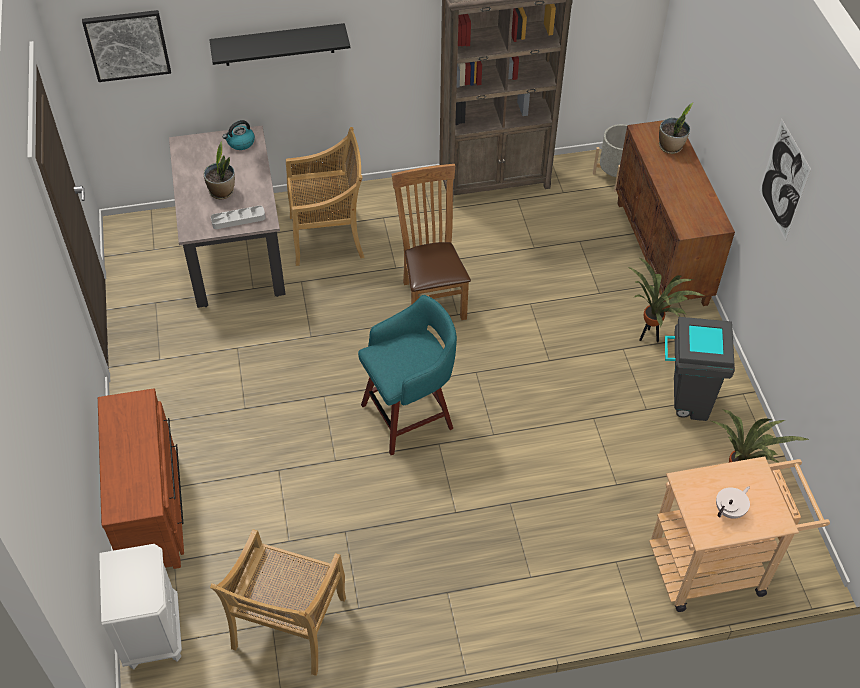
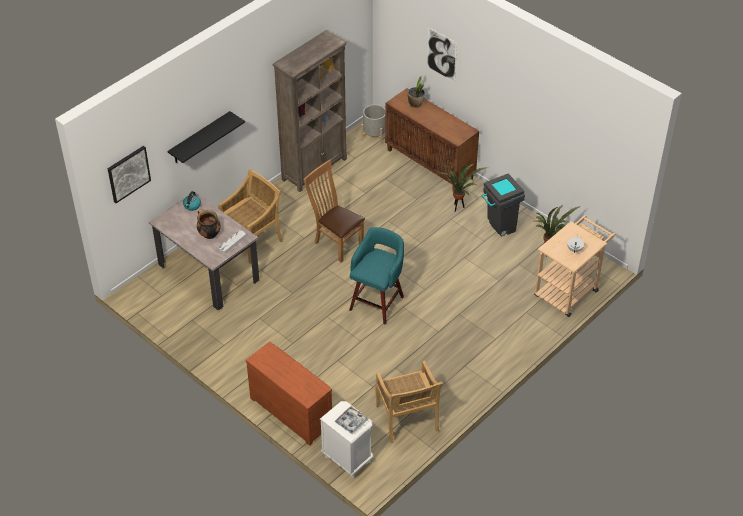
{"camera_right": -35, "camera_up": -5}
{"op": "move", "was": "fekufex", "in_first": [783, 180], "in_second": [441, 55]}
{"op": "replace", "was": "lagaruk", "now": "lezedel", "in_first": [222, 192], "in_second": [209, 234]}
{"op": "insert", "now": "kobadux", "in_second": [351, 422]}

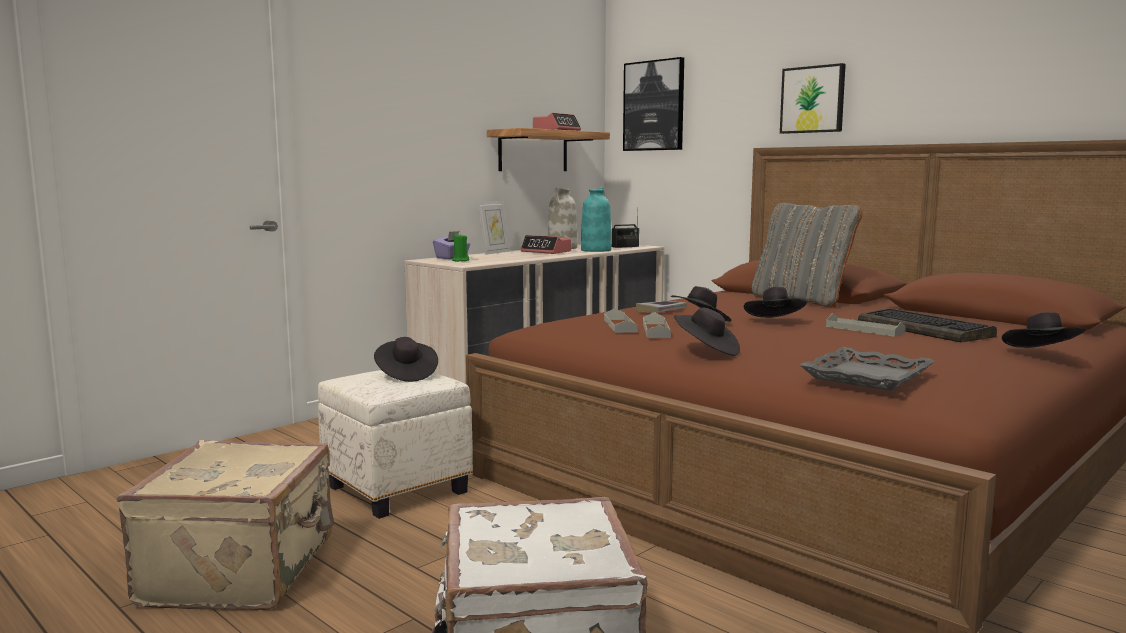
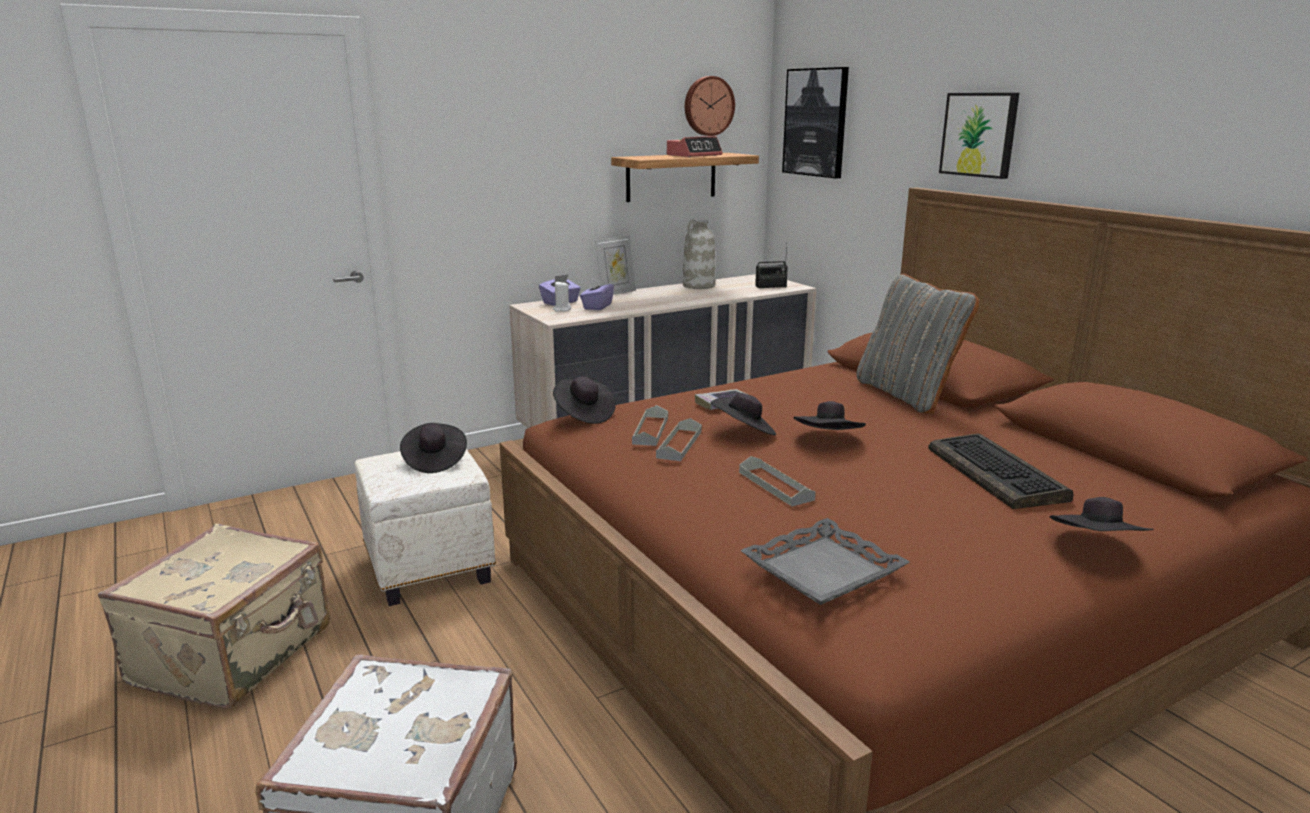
{"camera_right": 15, "camera_up": 10}
{"op": "delete", "was": "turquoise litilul", "in_first": [596, 250]}
{"op": "recolor", "was": "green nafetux", "now": "white nafetux", "in_first": [460, 260], "in_second": [562, 309]}
{"op": "delete", "was": "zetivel", "in_first": [546, 252]}
{"op": "move", "was": "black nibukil", "in_first": [706, 350], "in_second": [584, 414]}
{"op": "move", "was": "grey kobadux", "in_first": [864, 330], "in_second": [775, 486]}
{"op": "insert", "now": "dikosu", "in_second": [708, 106]}
{"op": "insert", "now": "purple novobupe", "in_second": [597, 306]}

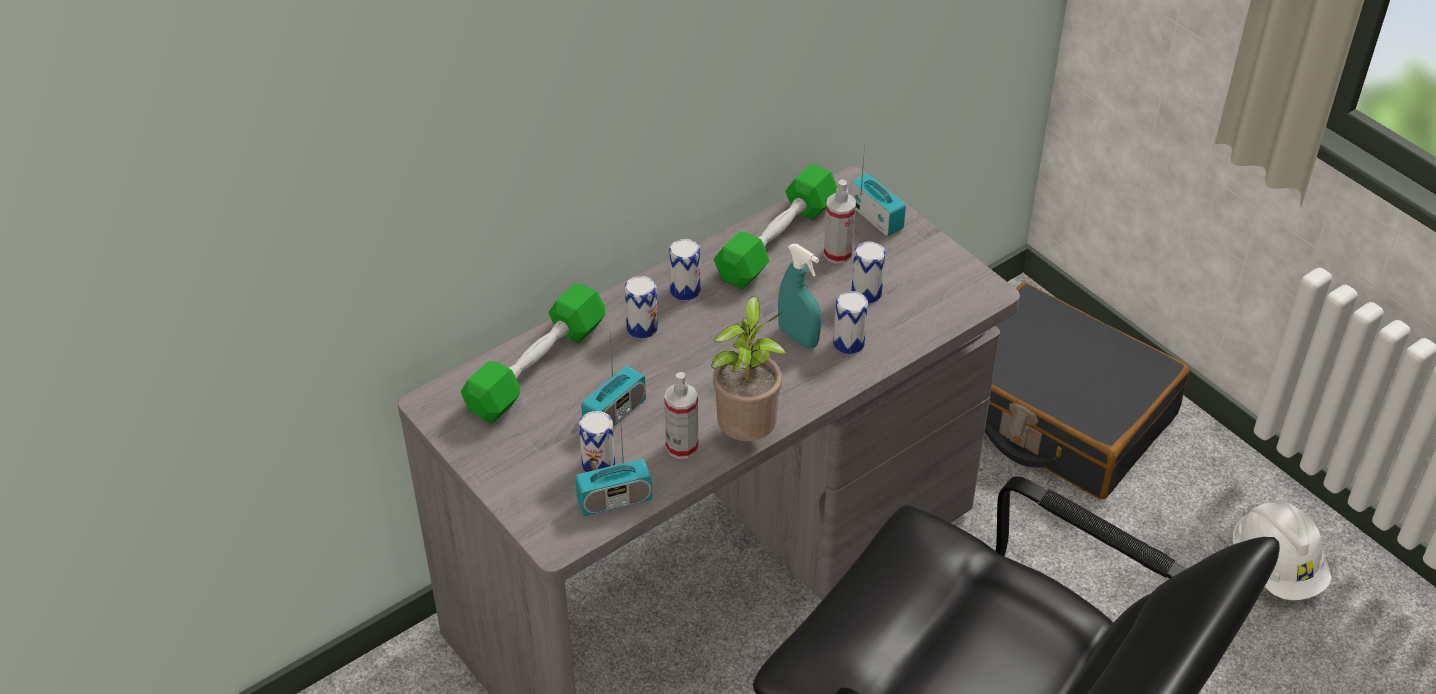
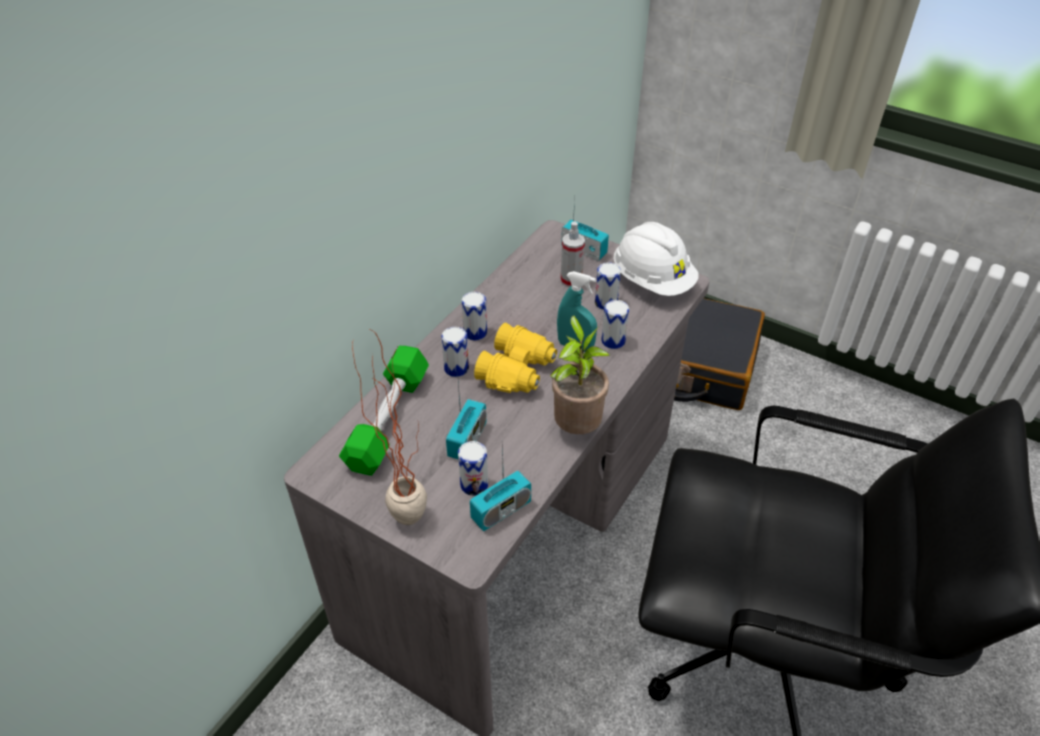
{"camera_right": -20, "camera_up": 0}
{"op": "delete", "was": "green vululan", "in_first": [777, 241]}
{"op": "delete", "was": "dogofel", "in_first": [682, 447]}
{"op": "move", "was": "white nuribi", "in_first": [1275, 568], "in_second": [652, 280]}
{"op": "insert", "now": "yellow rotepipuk", "in_second": [518, 371]}
{"op": "insert", "now": "lagaruk", "in_second": [405, 507]}

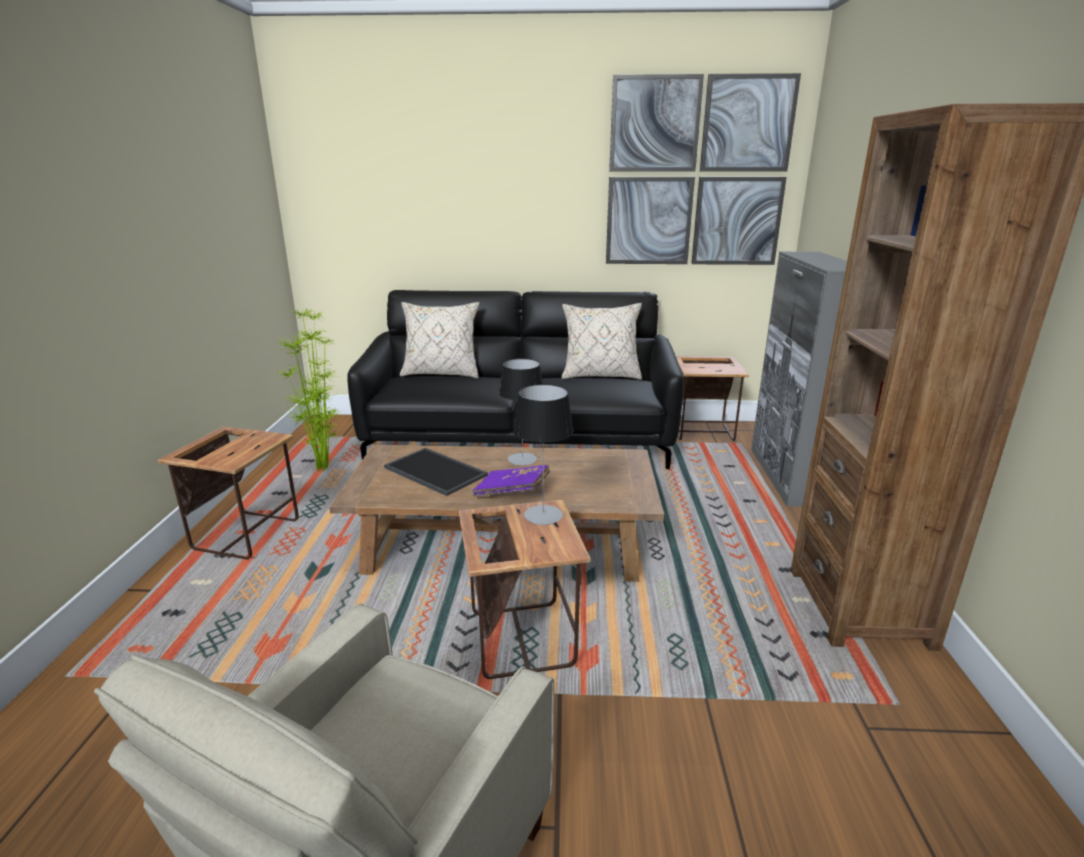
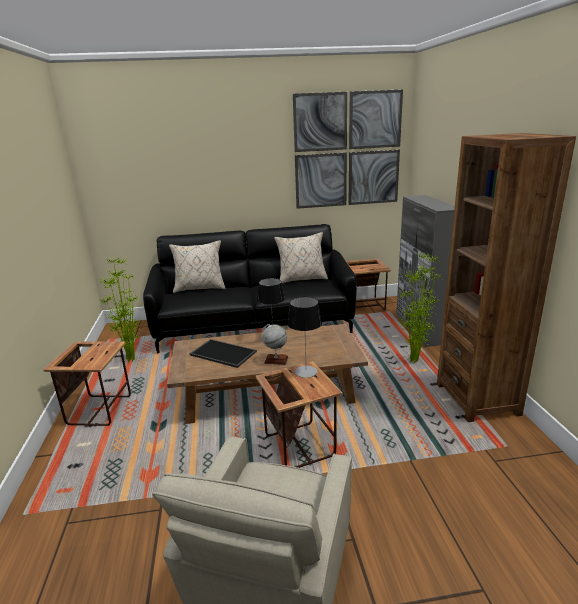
{"camera_right": -10, "camera_up": 0}
{"op": "replace", "was": "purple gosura", "now": "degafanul", "in_first": [512, 492], "in_second": [276, 360]}
{"op": "insert", "now": "lagaruk", "in_second": [415, 361]}

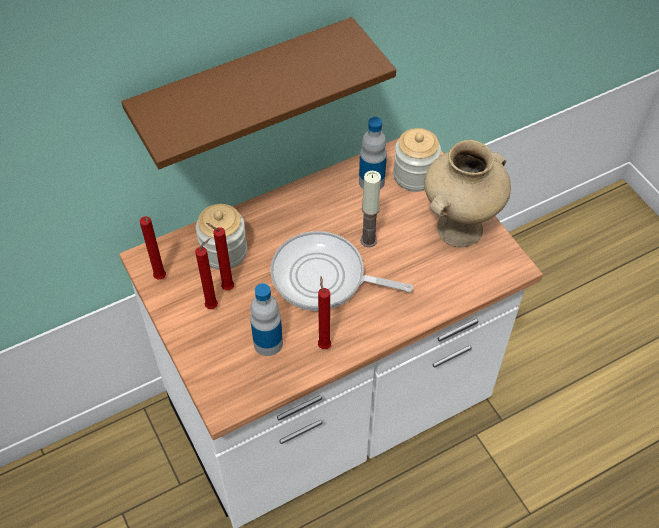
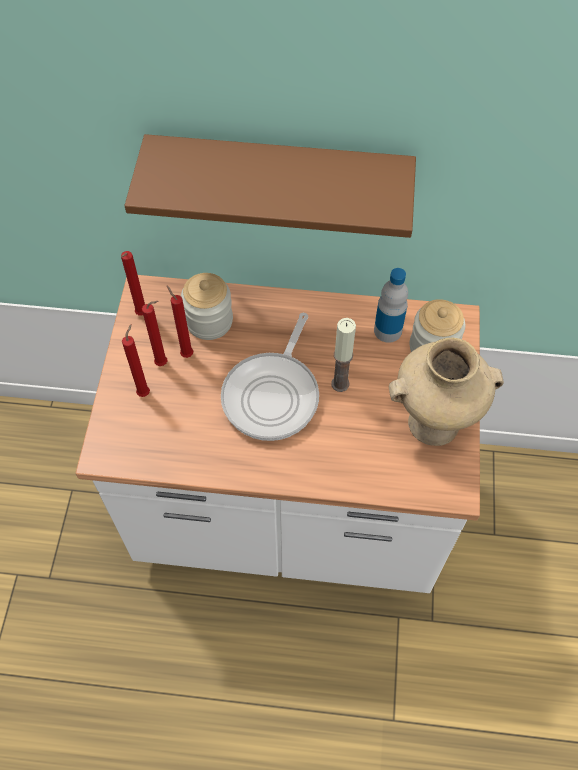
{"camera_right": 35, "camera_up": 5}
{"op": "rotate", "was": "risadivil", "in_first": [324, 277], "in_second": [273, 394], "clockwise": -120}
{"op": "move", "was": "red nafetux", "in_first": [324, 344], "in_second": [145, 392]}
{"op": "delete", "was": "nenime", "in_first": [268, 343]}

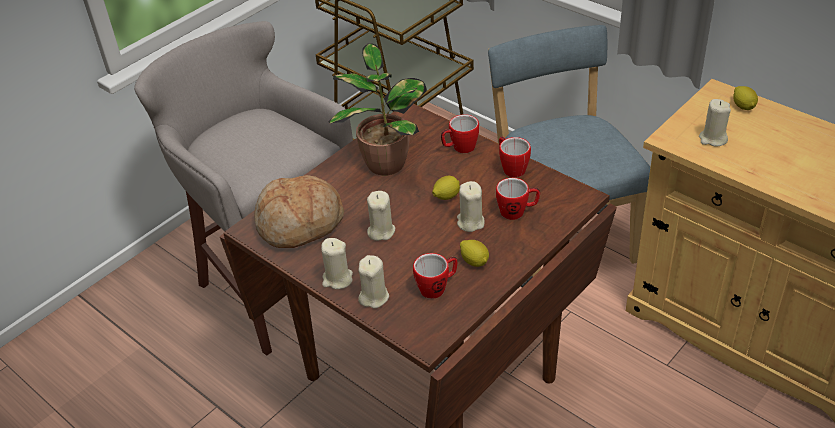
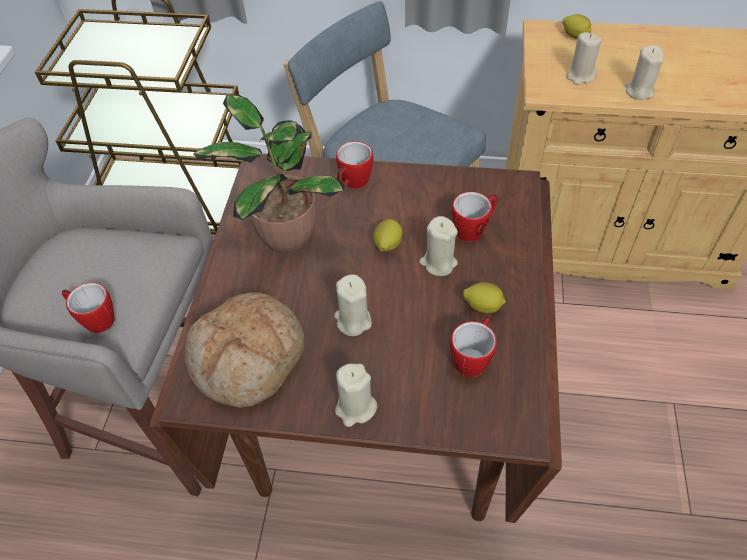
{"camera_right": -35, "camera_up": 10}
{"op": "move", "was": "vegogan", "in_first": [511, 167], "in_second": [95, 319]}
{"op": "move", "was": "beige nafetux", "in_first": [374, 297], "in_second": [639, 91]}

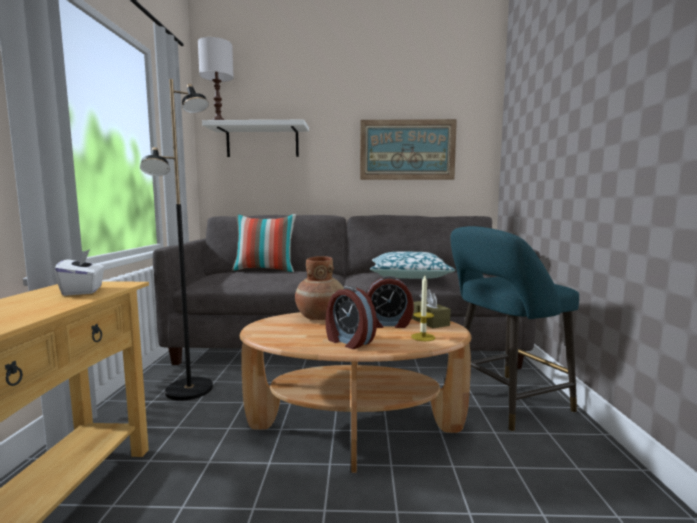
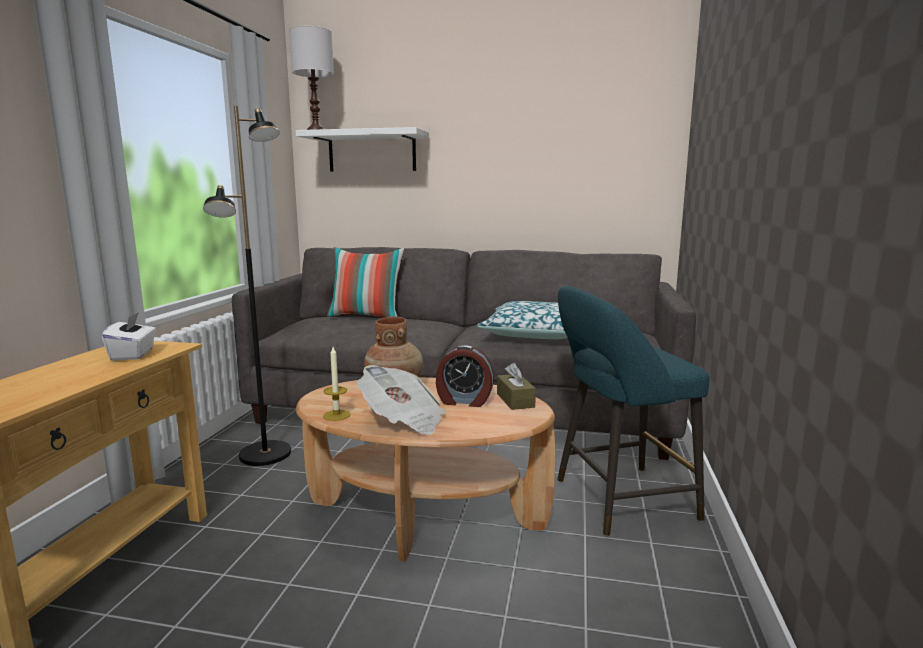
{"camera_right": 10, "camera_up": 5}
{"op": "delete", "was": "fekufex", "in_first": [407, 150]}
{"op": "move", "was": "nafetux", "in_first": [423, 337], "in_second": [336, 415]}
{"op": "replace", "was": "zetivel", "now": "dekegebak", "in_first": [348, 341], "in_second": [403, 421]}

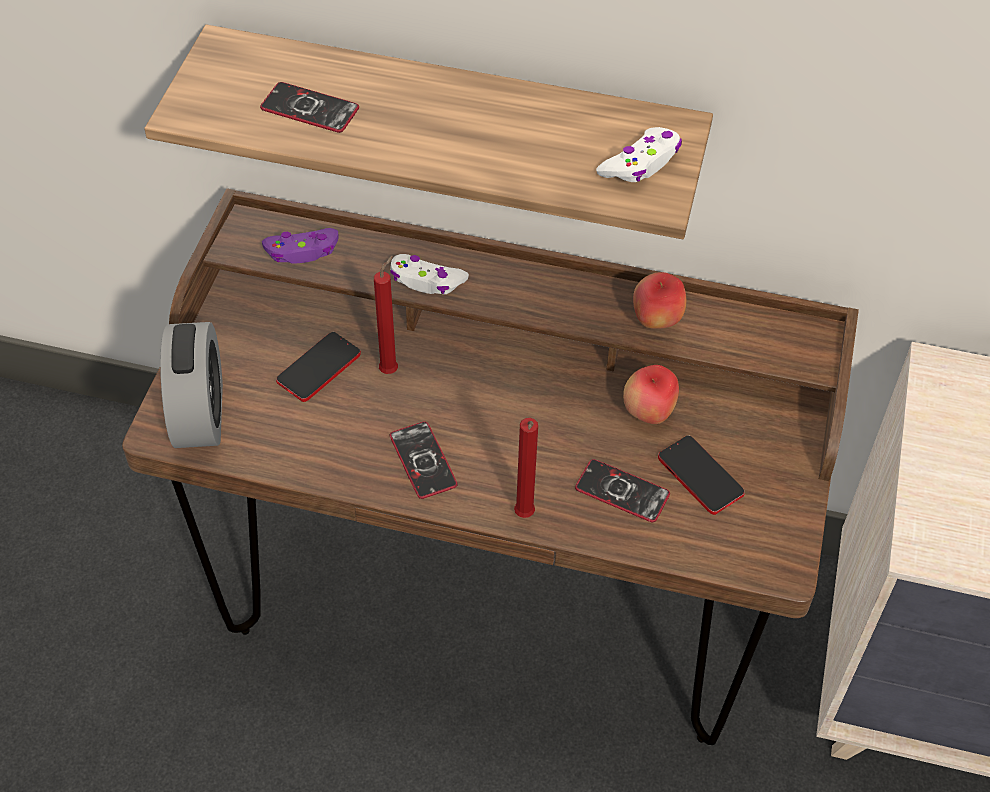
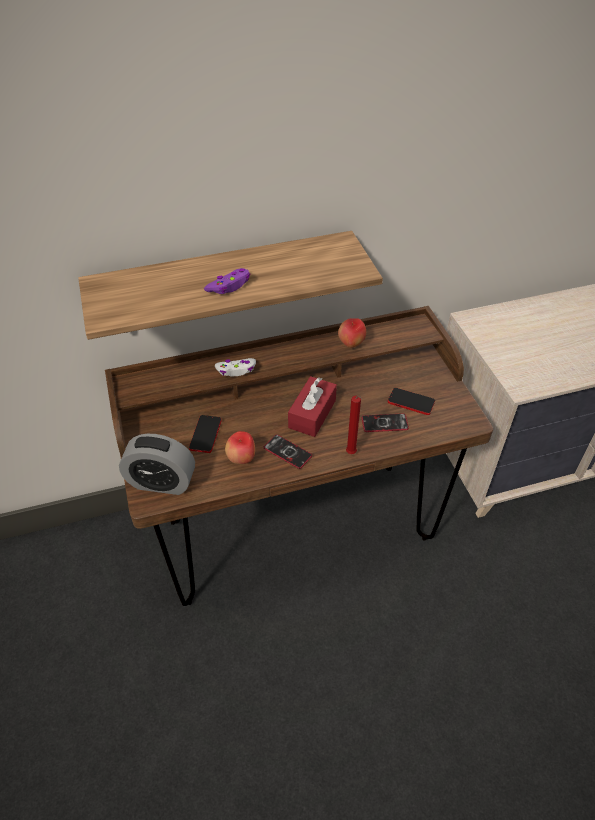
{"camera_right": -30, "camera_up": -5}
{"op": "delete", "was": "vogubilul", "in_first": [310, 109]}
{"op": "delete", "was": "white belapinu", "in_first": [641, 163]}
{"op": "move", "was": "purple belapinu", "in_first": [302, 251], "in_second": [229, 286]}
{"op": "delete", "was": "red nafetux", "in_first": [391, 369]}
{"op": "rotate", "was": "zetivel", "in_first": [200, 414], "in_second": [161, 482], "clockwise": 135}
{"op": "move", "was": "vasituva", "in_first": [648, 413], "in_second": [241, 459]}
{"op": "insert", "now": "red novobupe", "in_second": [312, 414]}

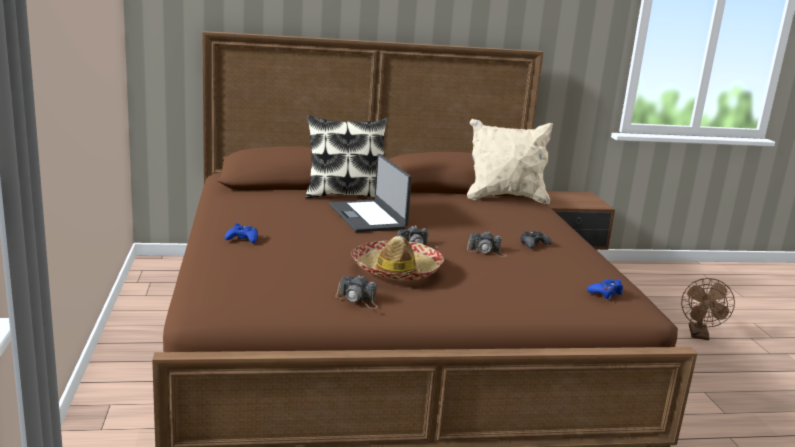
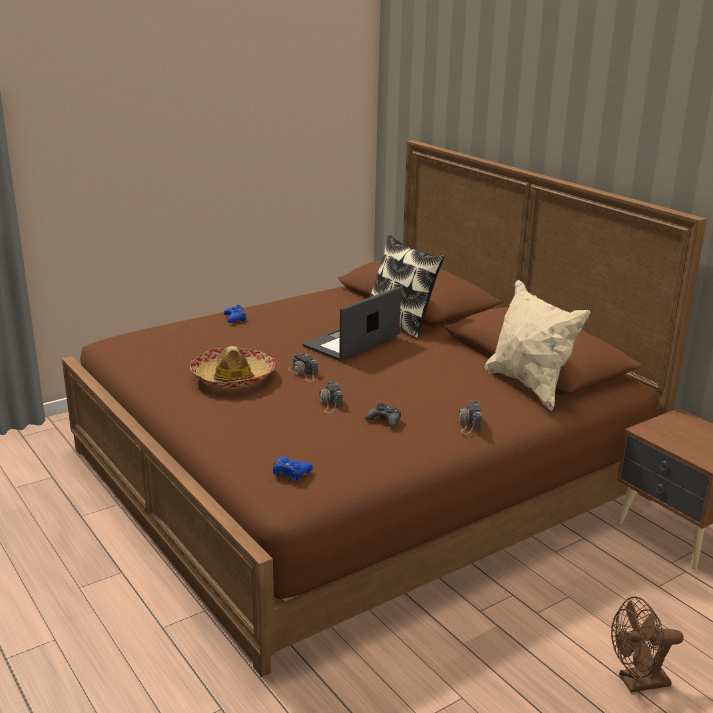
{"camera_right": 65, "camera_up": 5}
{"op": "move", "was": "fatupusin", "in_first": [358, 299], "in_second": [468, 423]}

